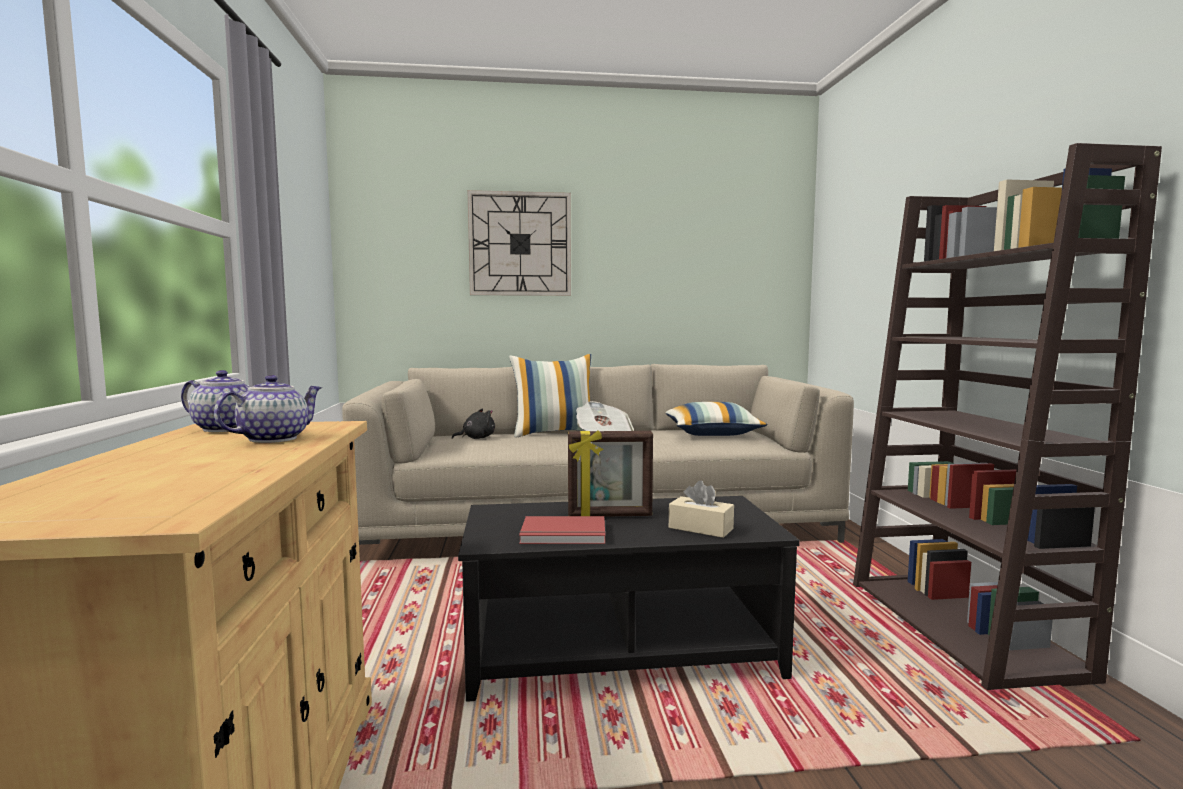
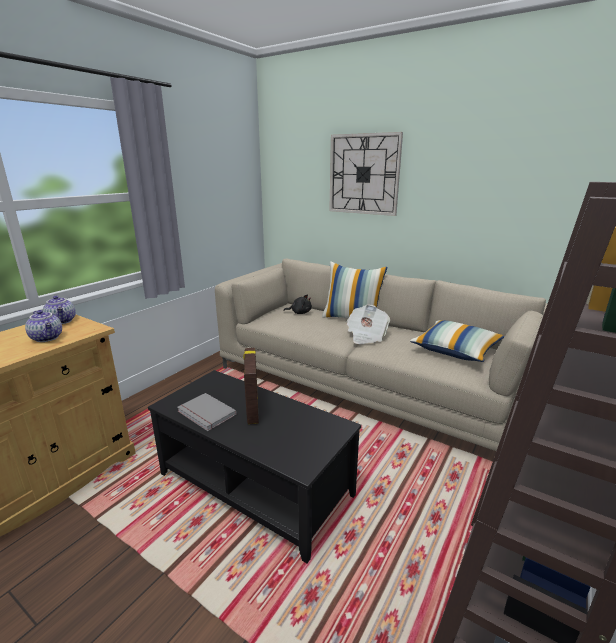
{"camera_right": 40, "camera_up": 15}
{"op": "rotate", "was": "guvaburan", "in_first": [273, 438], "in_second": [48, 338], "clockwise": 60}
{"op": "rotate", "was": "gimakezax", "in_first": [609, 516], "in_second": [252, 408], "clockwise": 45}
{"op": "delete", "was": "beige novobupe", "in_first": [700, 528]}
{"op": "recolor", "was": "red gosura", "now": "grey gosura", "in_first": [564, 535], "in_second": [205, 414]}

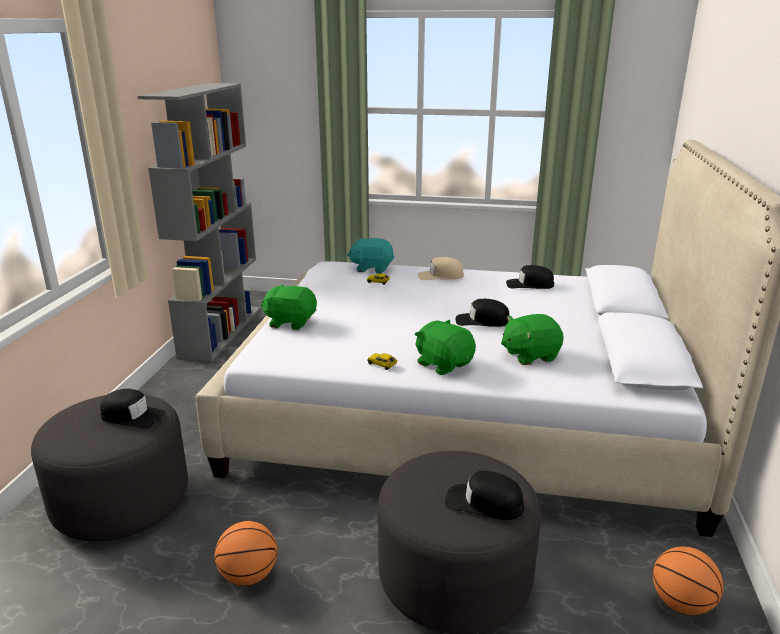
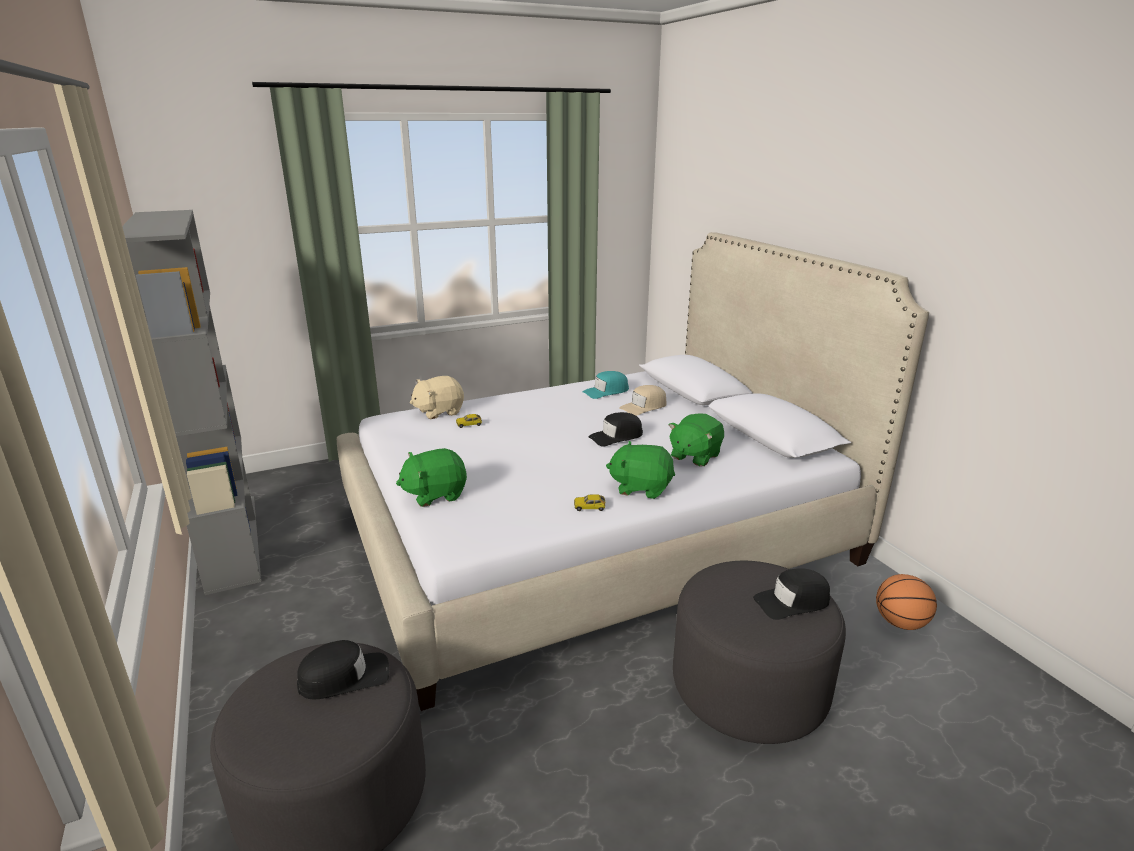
{"camera_right": -35, "camera_up": 0}
{"op": "recolor", "was": "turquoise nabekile", "now": "beige nabekile", "in_first": [372, 268], "in_second": [439, 412]}
{"op": "move", "was": "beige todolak", "in_first": [440, 276], "in_second": [644, 407]}
{"op": "recolor", "was": "black todolak", "now": "turquoise todolak", "in_first": [529, 285], "in_second": [606, 391]}
{"op": "delete", "was": "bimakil", "in_first": [248, 575]}

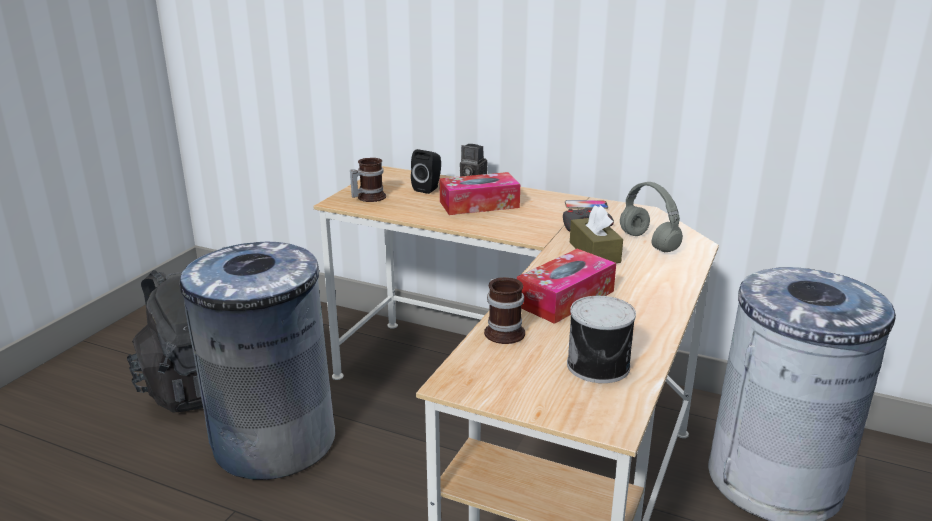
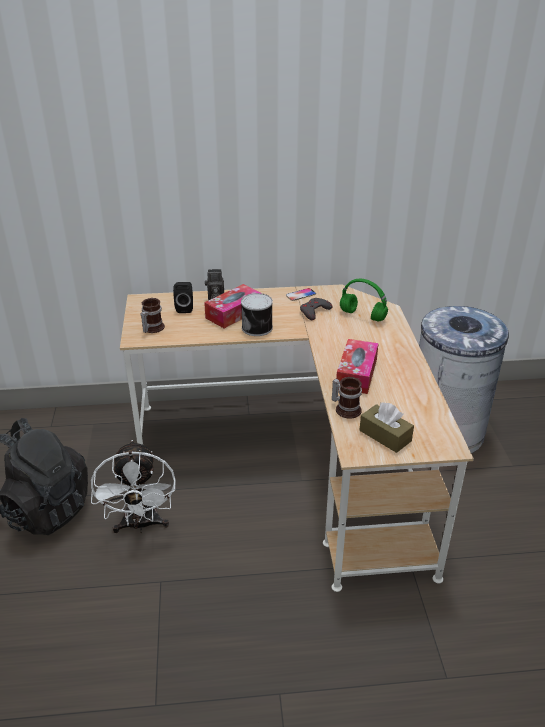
{"camera_right": -30, "camera_up": 10}
{"op": "recolor", "was": "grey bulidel", "now": "green bulidel", "in_first": [650, 243], "in_second": [363, 316]}
{"op": "move", "was": "brown novobupe", "in_first": [594, 252], "in_second": [385, 435]}
{"op": "replace", "was": "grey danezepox", "now": "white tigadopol", "in_first": [273, 441], "in_second": [141, 525]}
{"op": "move", "was": "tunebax", "in_first": [600, 366], "in_second": [258, 327]}

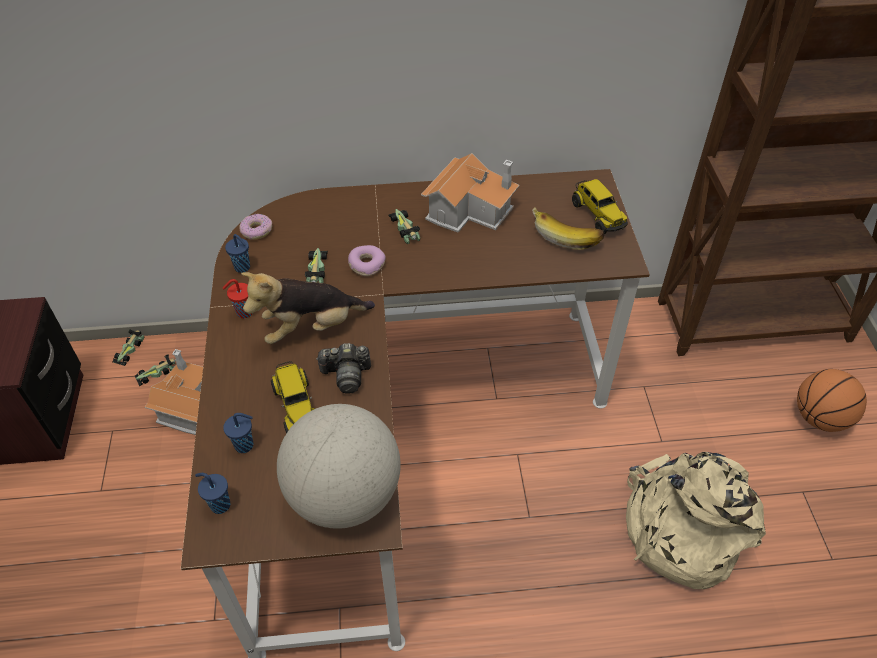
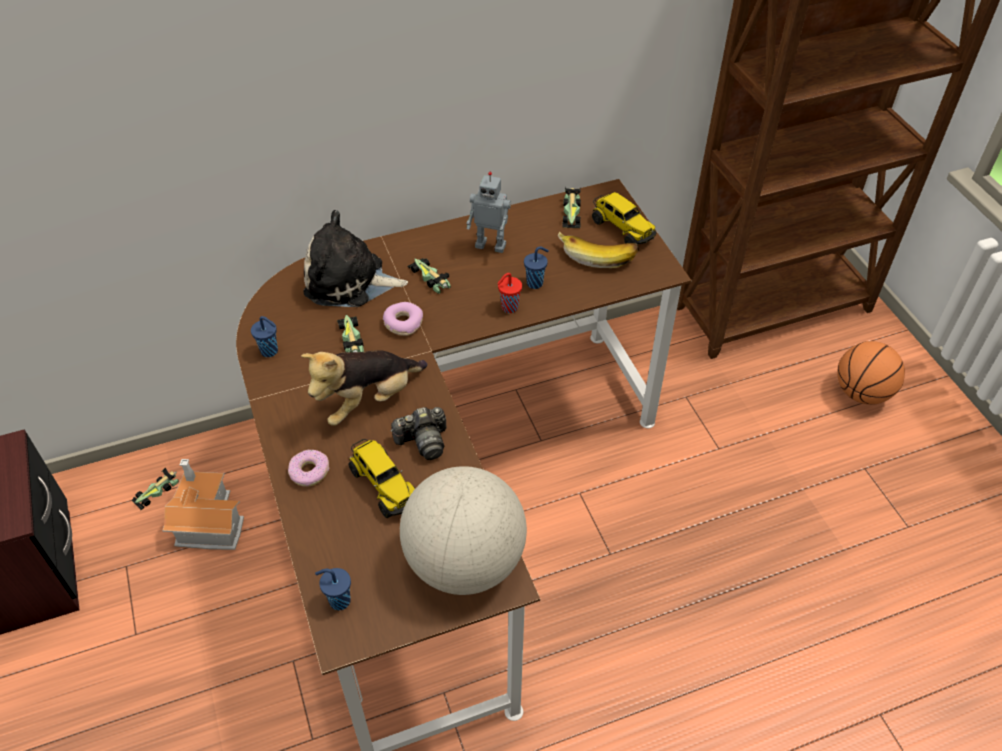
{"camera_right": -15, "camera_up": 0}
{"op": "replace", "was": "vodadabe", "now": "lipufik", "in_first": [470, 209], "in_second": [491, 245]}
{"op": "move", "was": "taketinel", "in_first": [256, 230], "in_second": [309, 472]}
{"op": "move", "was": "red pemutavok", "in_first": [243, 313], "in_second": [508, 308]}
{"op": "move", "was": "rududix", "in_first": [130, 349], "in_second": [571, 211]}
{"op": "move", "was": "blue pemutavok", "in_first": [245, 445], "in_second": [535, 283]}
{"op": "delete", "was": "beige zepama", "in_first": [681, 529]}
{"op": "insert", "now": "nabekile", "in_second": [349, 281]}

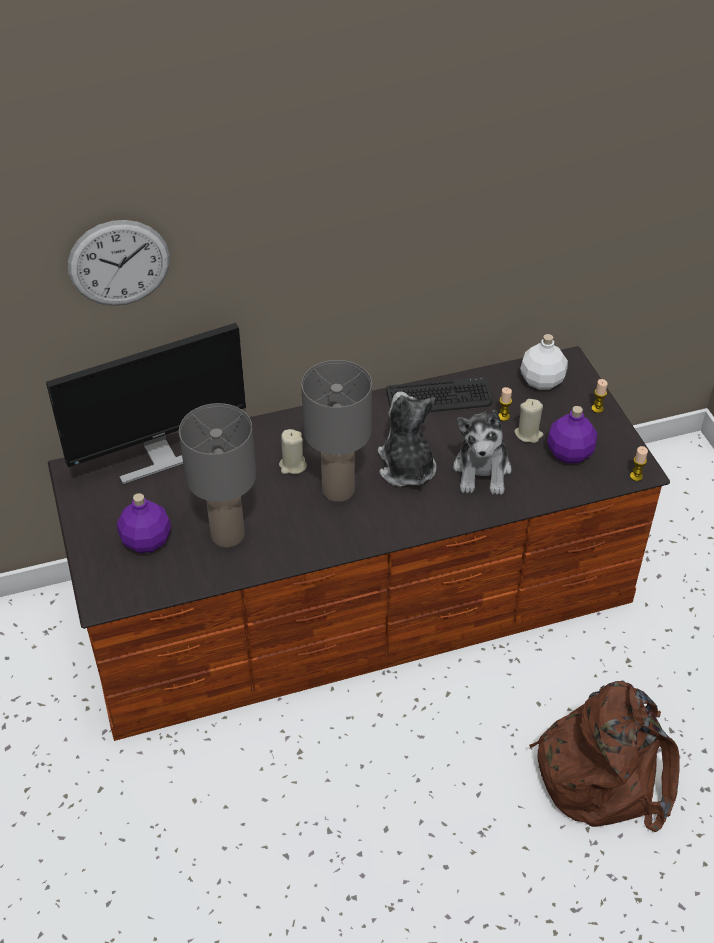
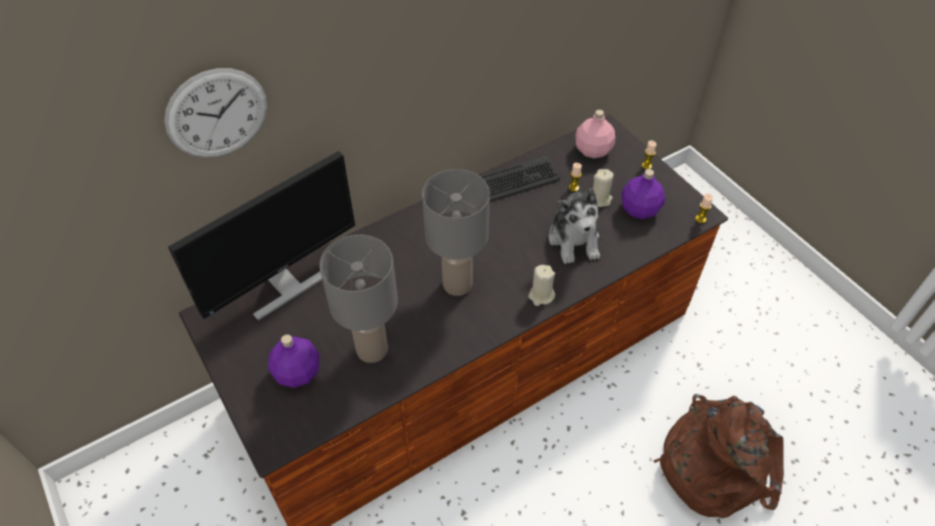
{"camera_right": -15, "camera_up": 5}
{"op": "recolor", "was": "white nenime", "now": "pink nenime", "in_first": [541, 381], "in_second": [592, 150]}
{"op": "delete", "was": "nabekile", "in_first": [406, 467]}
{"op": "move", "was": "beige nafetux", "in_first": [292, 465], "in_second": [541, 296]}

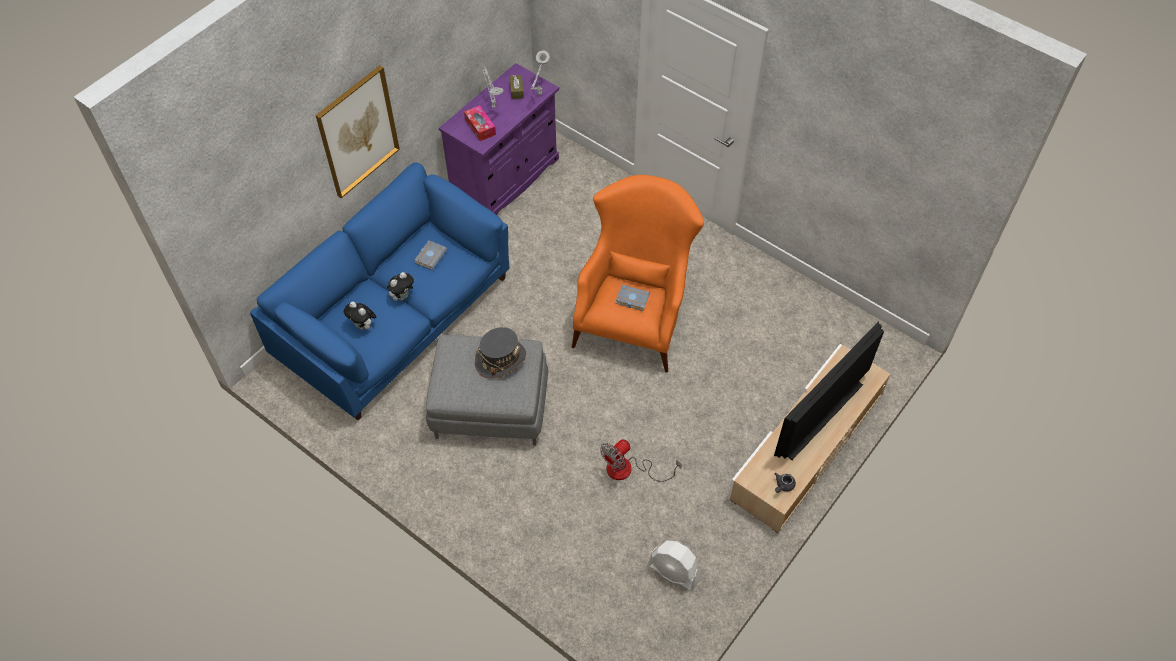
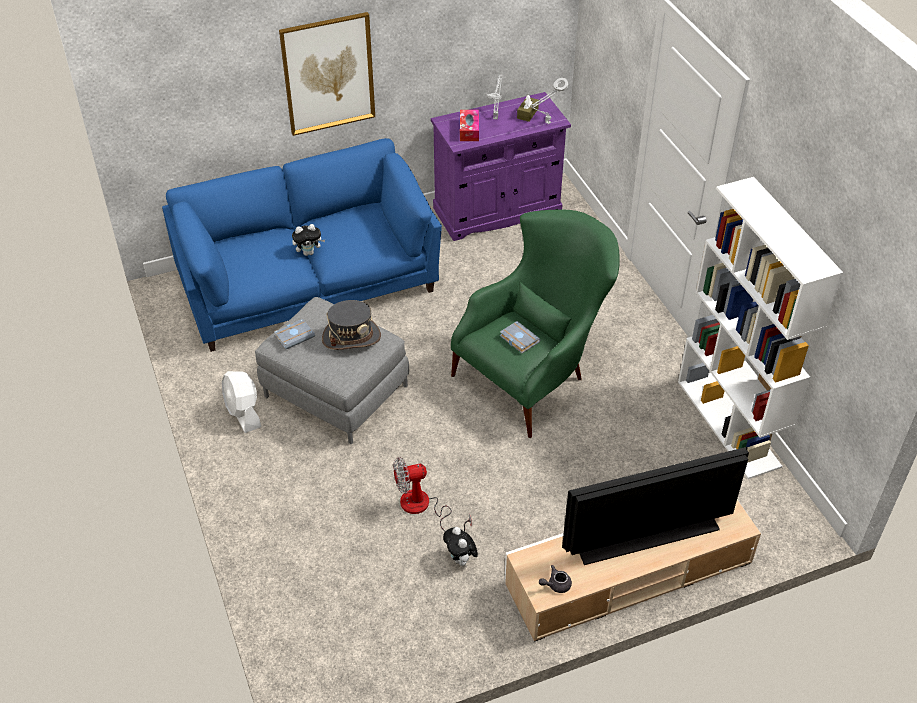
{"camera_right": 30, "camera_up": -10}
{"op": "recolor", "was": "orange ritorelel", "now": "green ritorelel", "in_first": [634, 315], "in_second": [535, 374]}
{"op": "move", "was": "grey gosura", "in_first": [430, 256], "in_second": [294, 335]}
{"op": "move", "was": "nabekile", "in_first": [363, 326], "in_second": [460, 559]}
{"op": "move", "was": "white tigadopol", "in_first": [674, 572], "in_second": [243, 413]}
{"op": "insert", "now": "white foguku", "in_second": [729, 423]}

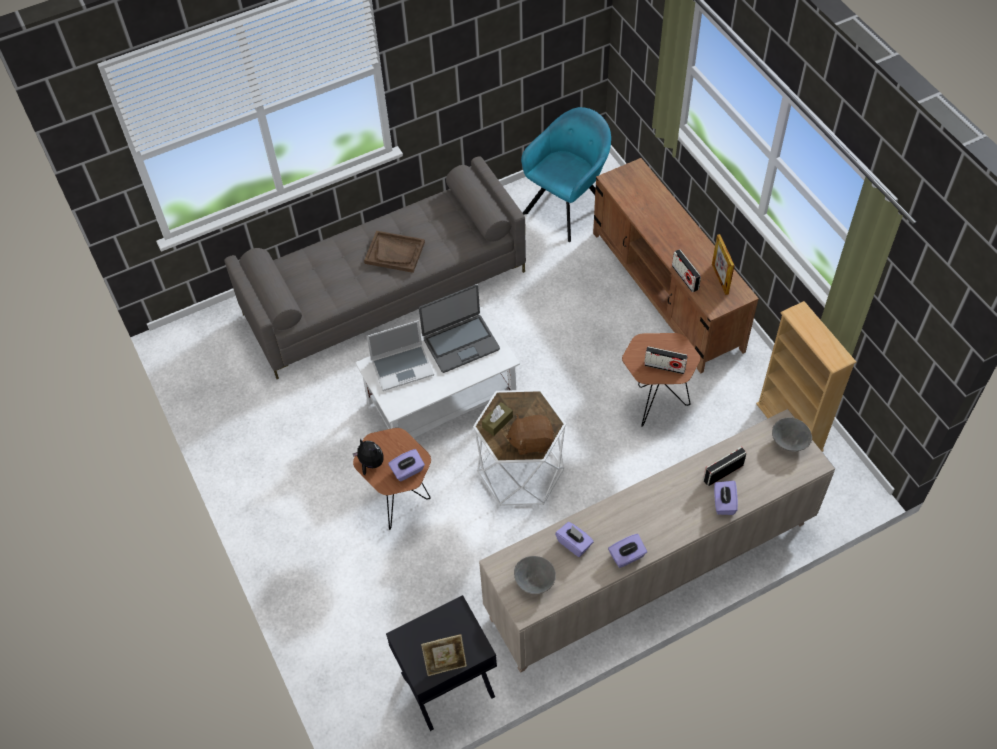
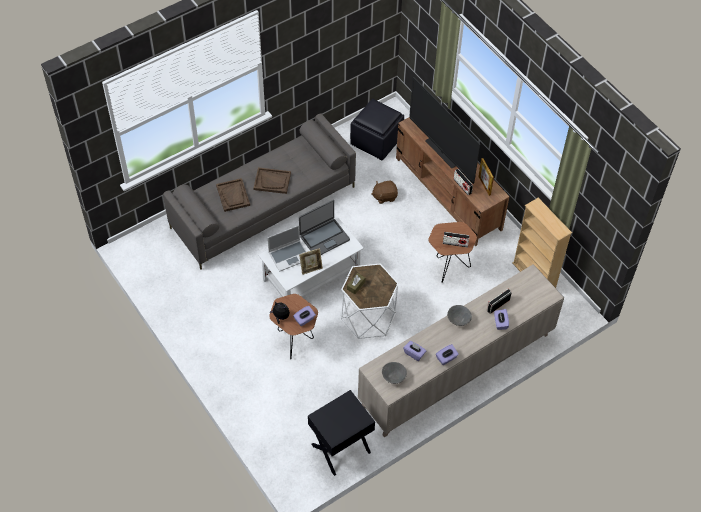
{"camera_right": -10, "camera_up": 0}
{"op": "replace", "was": "turquoise ritorelel", "now": "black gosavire", "in_first": [568, 206], "in_second": [377, 141]}
{"op": "move", "was": "brown nabekile", "in_first": [531, 441], "in_second": [384, 196]}
{"op": "move", "was": "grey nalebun", "in_first": [789, 442], "in_second": [458, 320]}
{"op": "move", "was": "gimakezax", "in_first": [445, 663], "in_second": [311, 268]}
{"op": "insert", "now": "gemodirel", "in_second": [441, 152]}
{"op": "insert", "now": "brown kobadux", "in_second": [233, 195]}

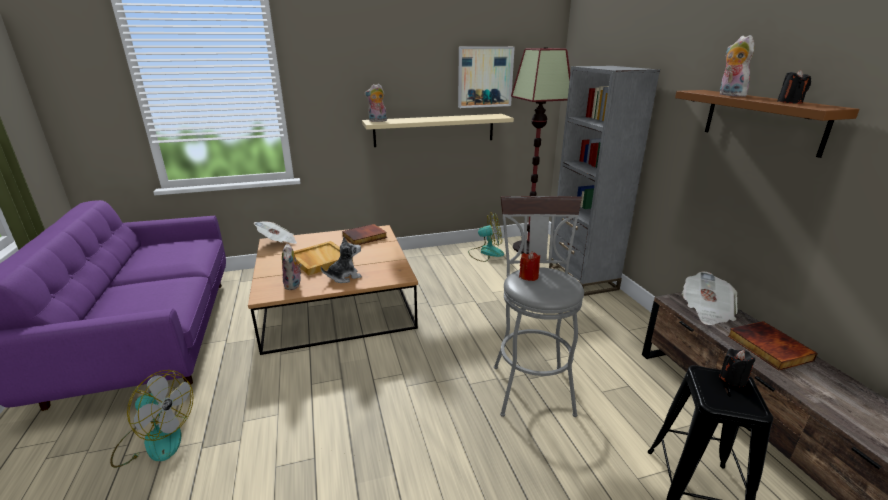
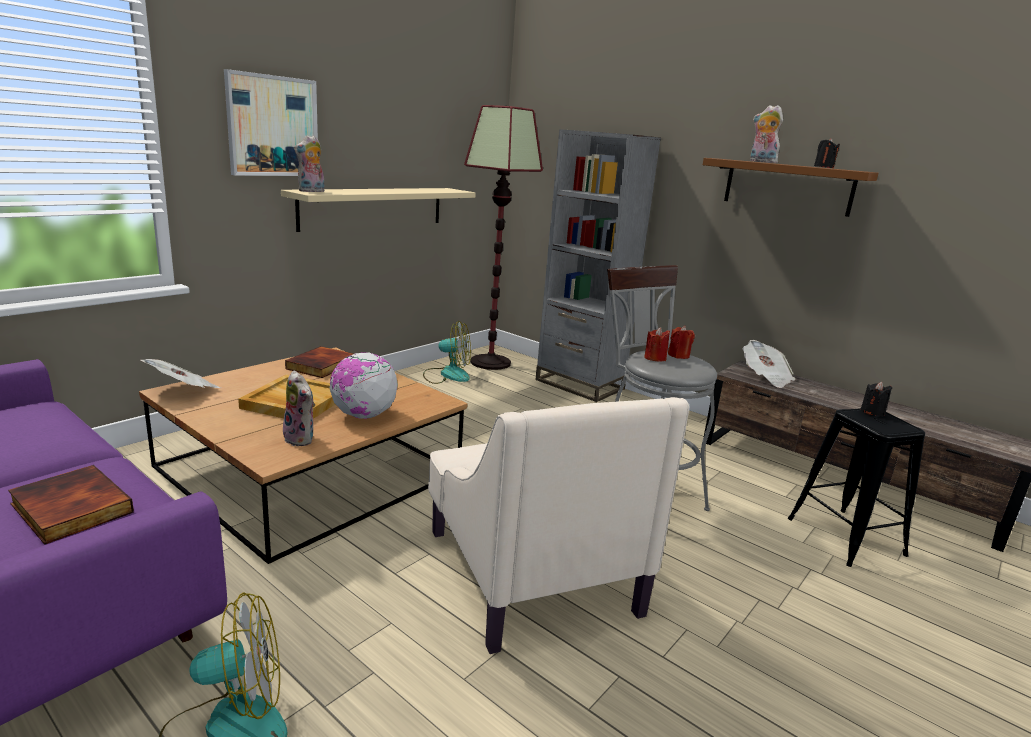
{"camera_right": -35, "camera_up": -5}
{"op": "move", "was": "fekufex", "in_first": [485, 77], "in_second": [272, 126]}
{"op": "rotate", "was": "tigadopol", "in_first": [486, 252], "in_second": [447, 375], "clockwise": 45}
{"op": "replace", "was": "nabekile", "now": "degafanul", "in_first": [344, 277], "in_second": [363, 415]}
{"op": "move", "was": "gosura", "in_first": [767, 348], "in_second": [69, 508]}
{"op": "insert", "now": "red nafetux", "in_second": [678, 355]}
{"op": "insert", "now": "beige ritorelel", "in_second": [530, 569]}

